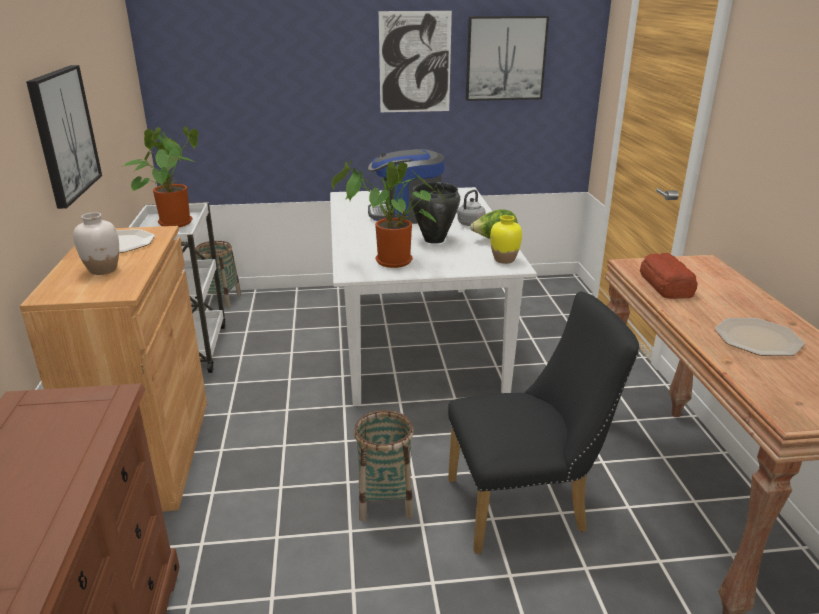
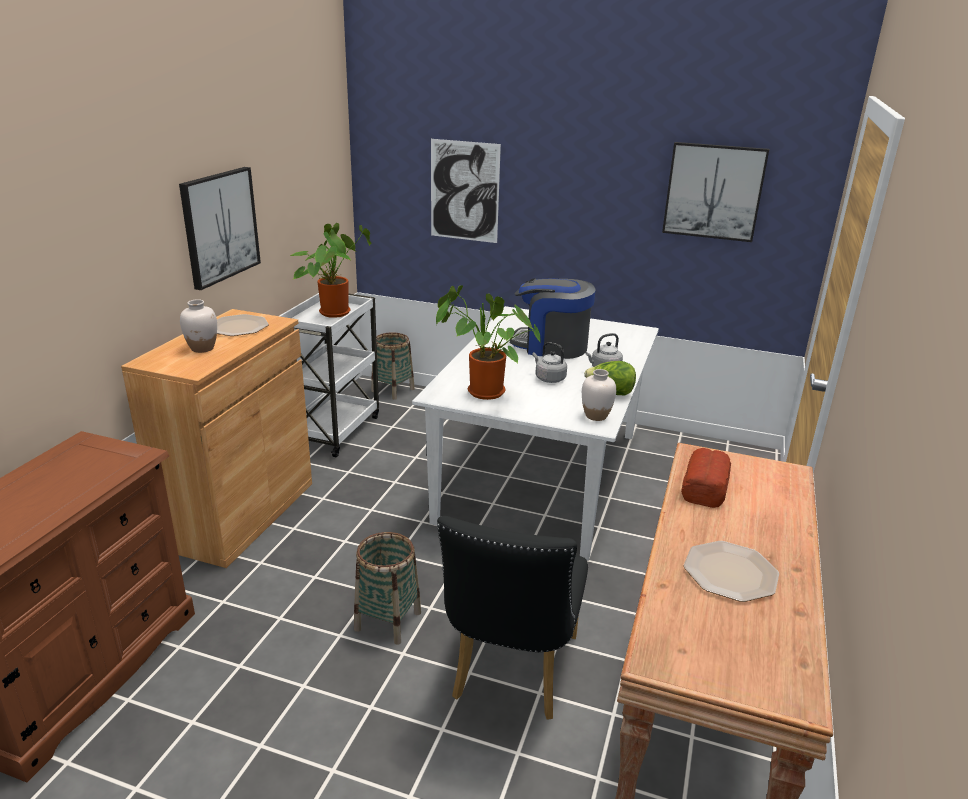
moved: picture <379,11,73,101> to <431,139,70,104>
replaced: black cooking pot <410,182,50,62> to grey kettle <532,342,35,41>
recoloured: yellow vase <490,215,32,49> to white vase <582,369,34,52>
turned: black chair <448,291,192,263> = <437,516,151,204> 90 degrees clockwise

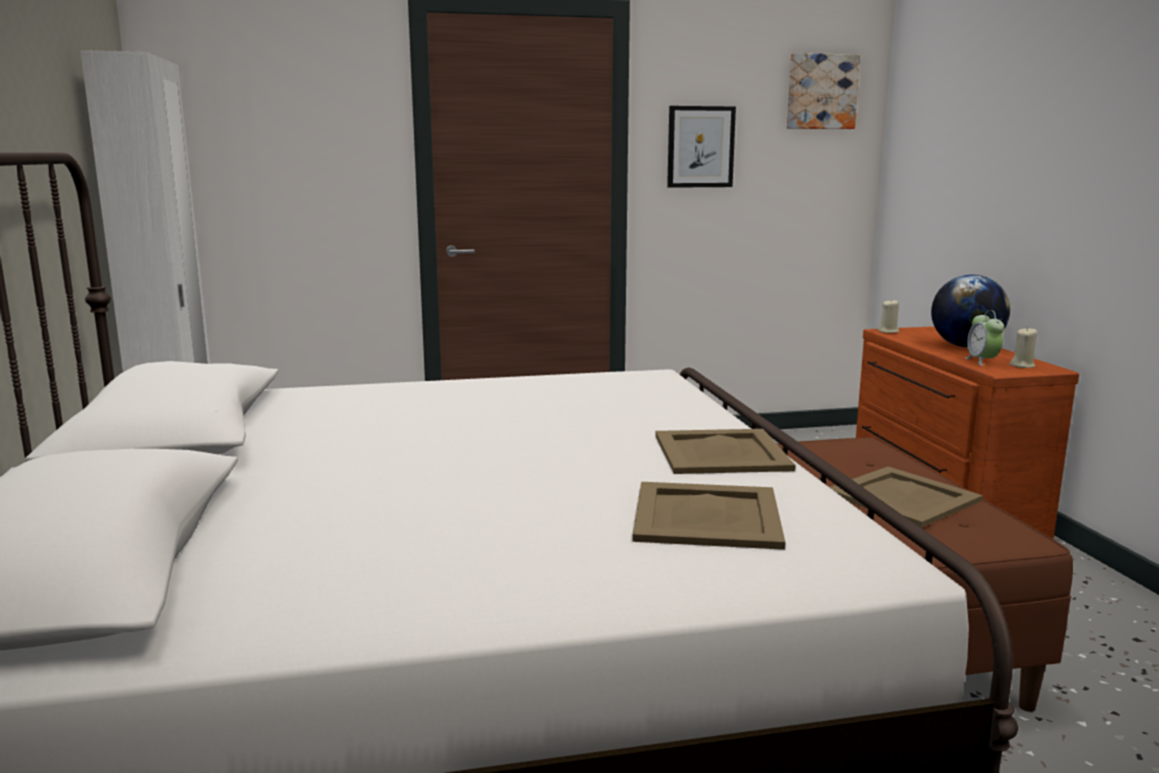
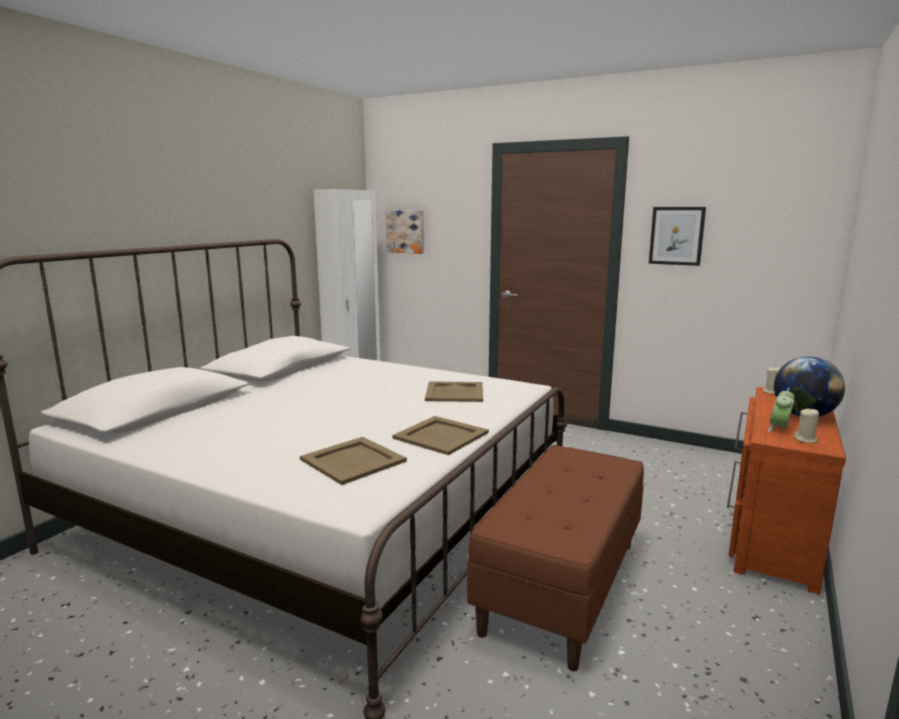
moved: picture <787,53,74,76> to <386,210,38,44>; beige tray <830,467,153,61> to <425,381,58,21>

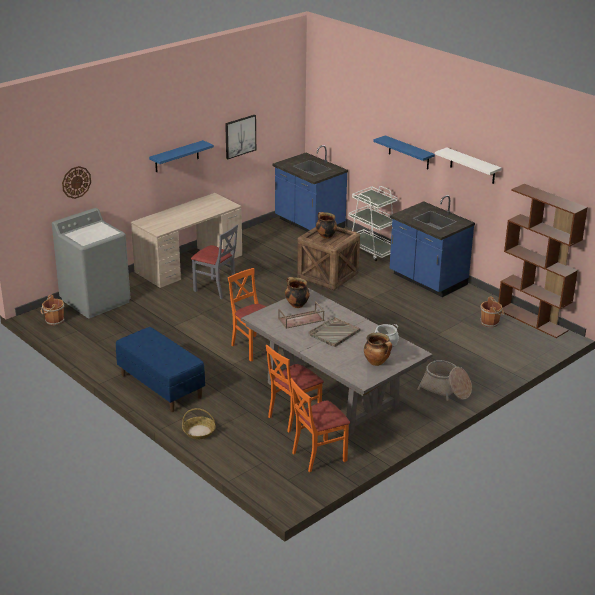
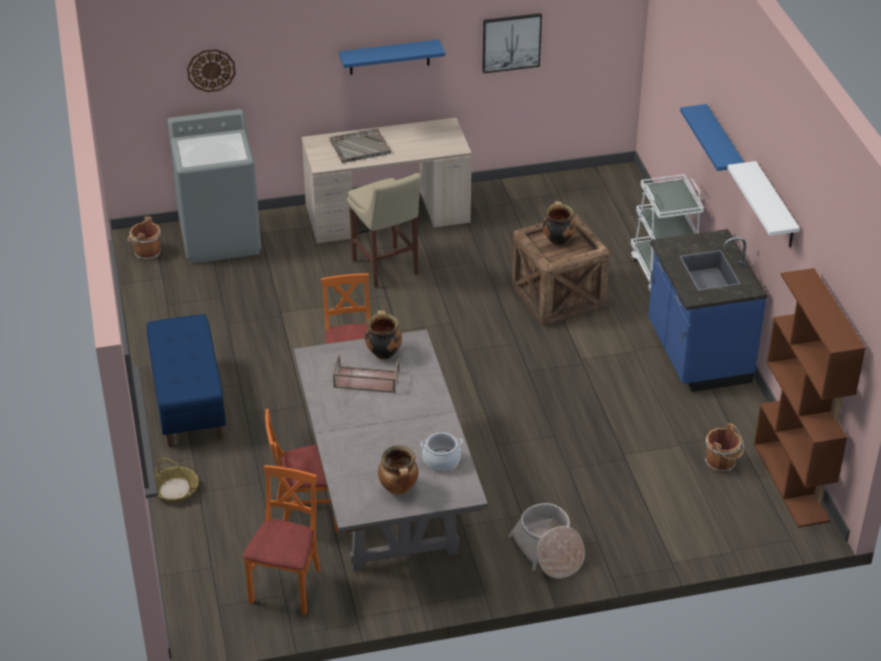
removed: blue counter <272,145,76,87>
moved: grey tray <308,317,52,30> to <329,128,62,35>
replaced: grey chair <191,224,47,75> to beige stool <347,173,74,115>
turned: orange chair <290,378,60,94> = <242,465,78,150> 105 degrees clockwise

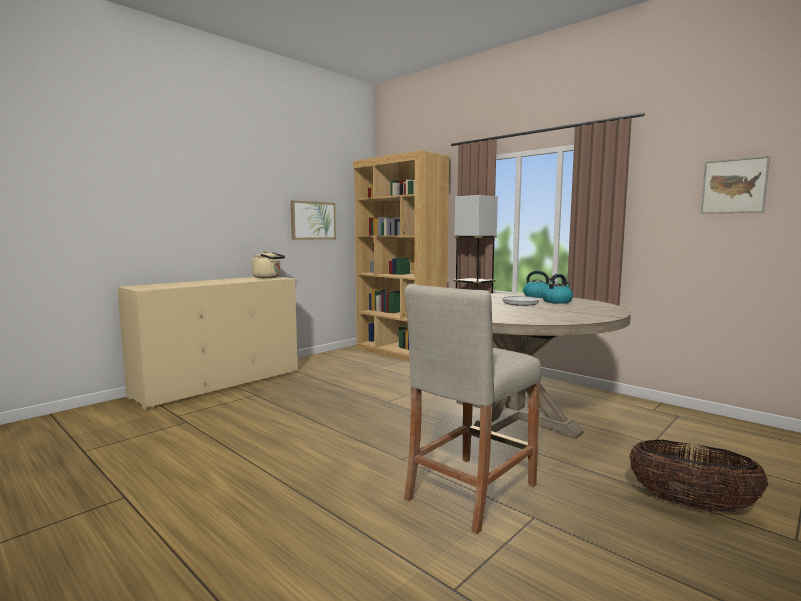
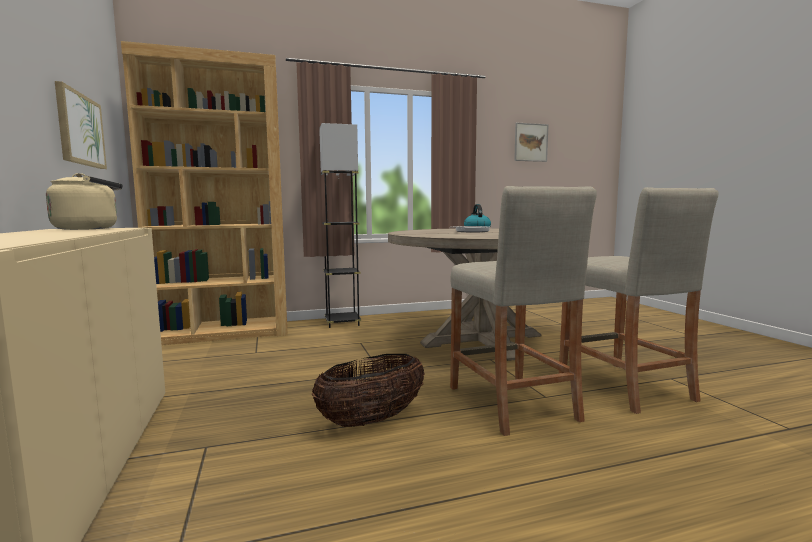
removed: kettle <523,271,33,27>
added: beige stool <450,186,147,250>
moved: basket <629,440,139,72> to <312,354,113,73>

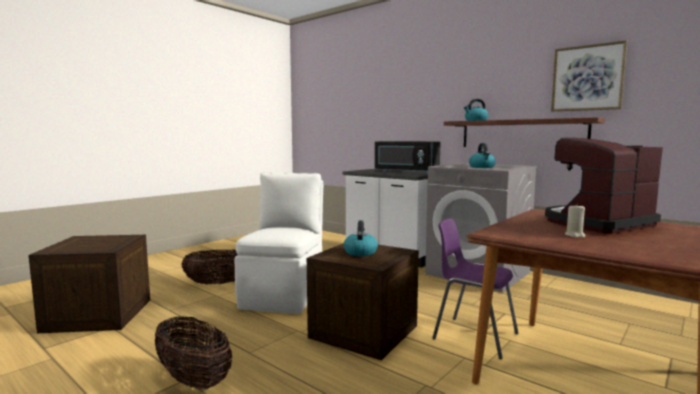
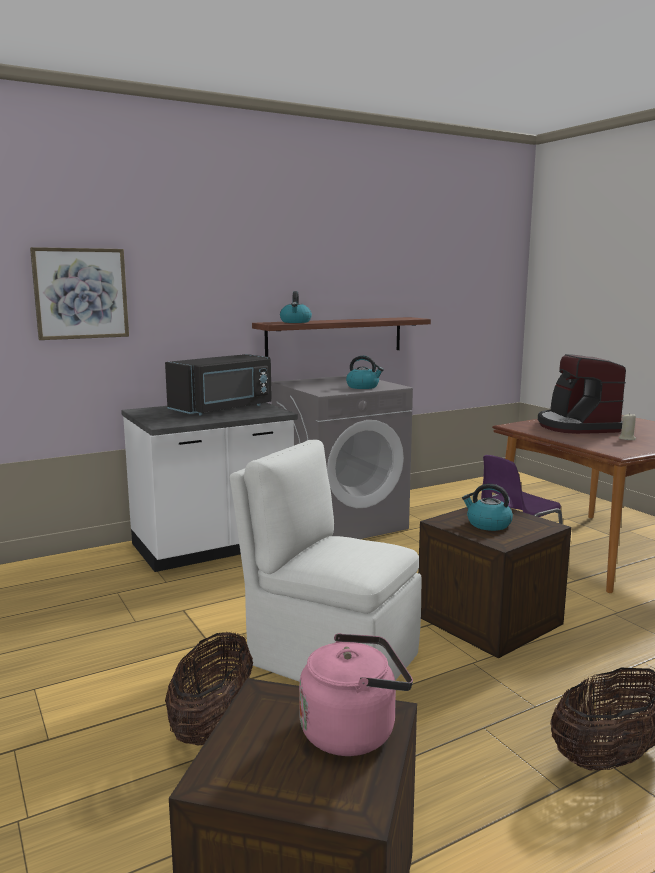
added: pink kettle <299,633,114,123>
moved: picture <551,40,76,72> to <30,247,99,93>

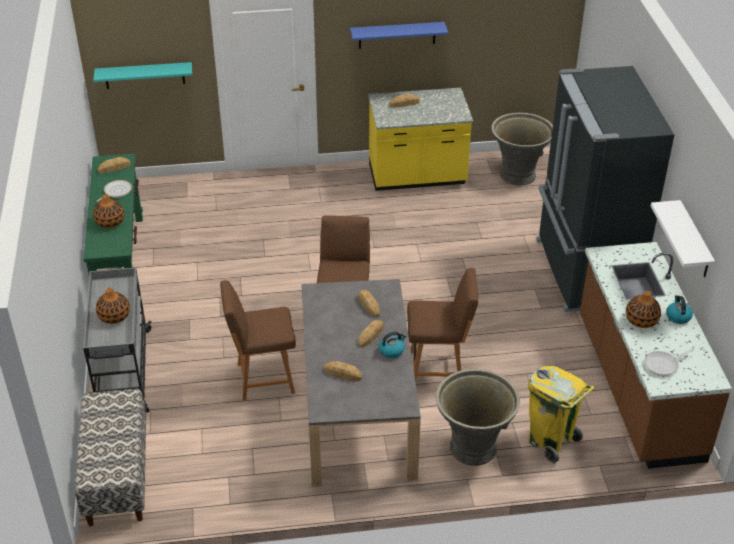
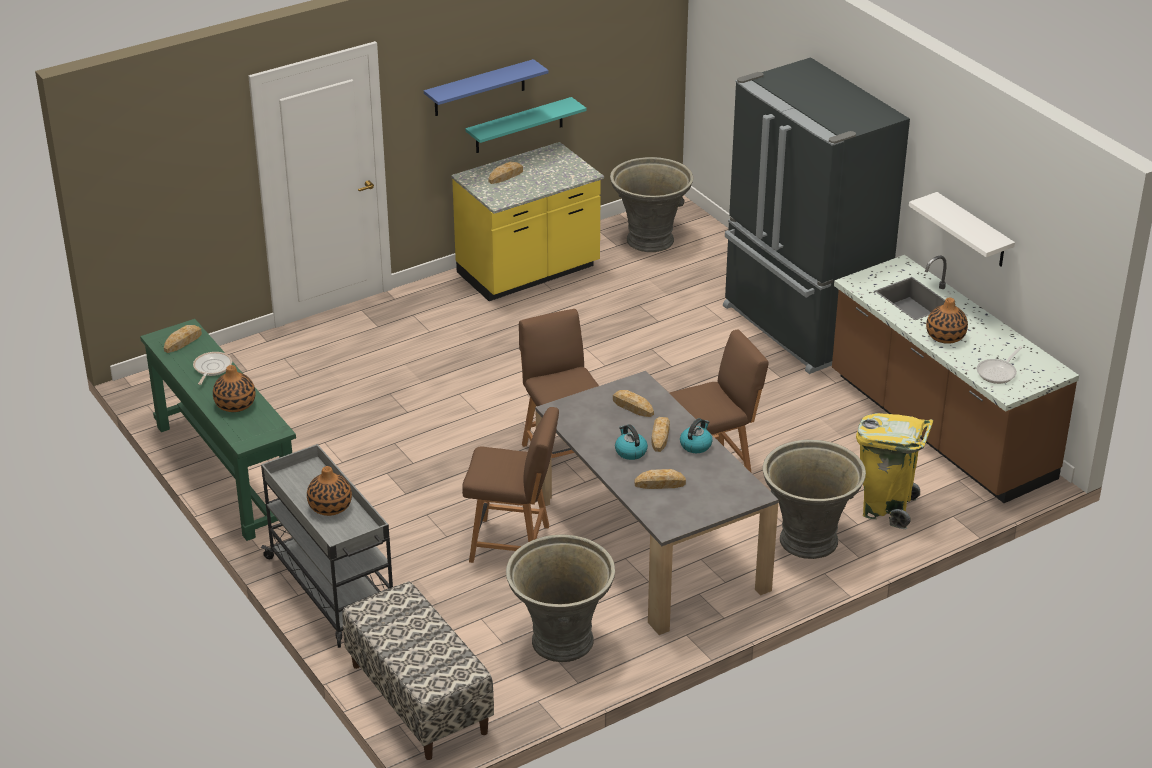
added: grey planter <506,534,109,128>
moved: turquoise shelf <93,62,99,27> to <465,97,122,56>; kettle <666,295,27,29> to <615,424,33,36>
turned: brown chair <220,280,76,120> = <462,407,97,156> 135 degrees counterclockwise

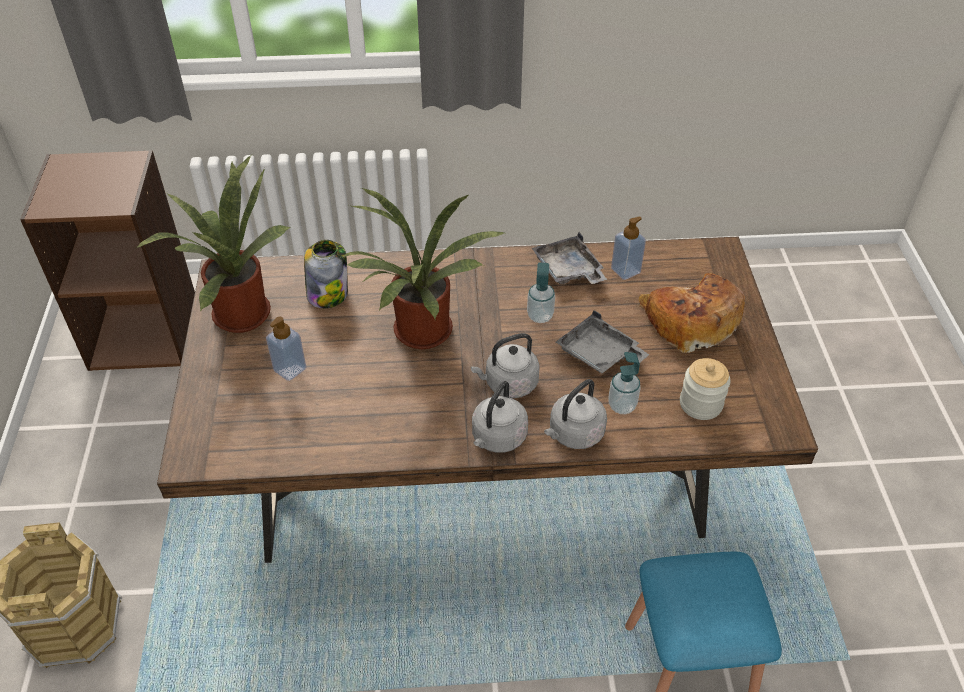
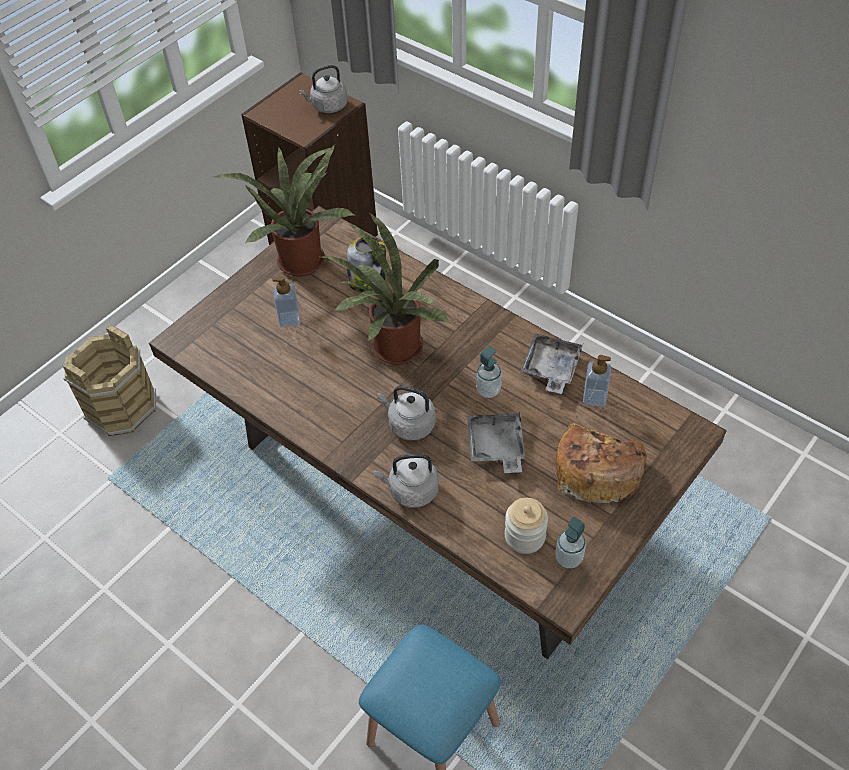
moved: grey kettle <472,381,56,72> to <299,65,49,48>; soap dispenser <608,352,33,62> to <555,517,31,51>

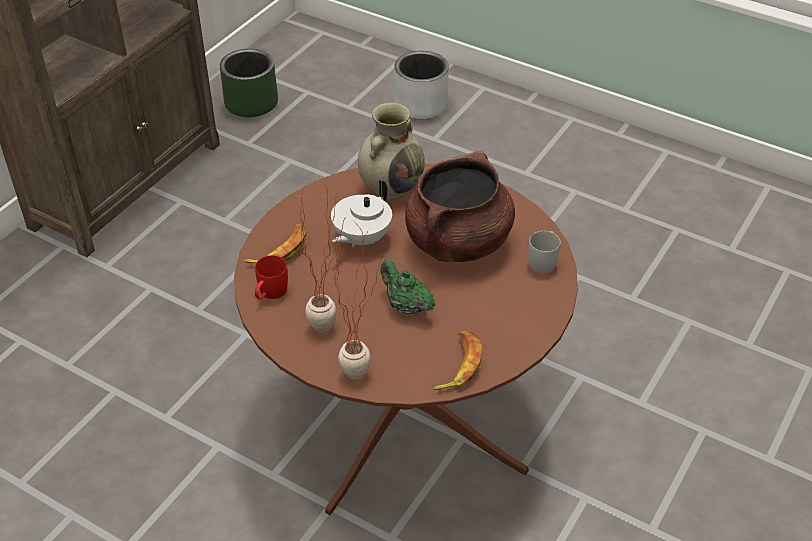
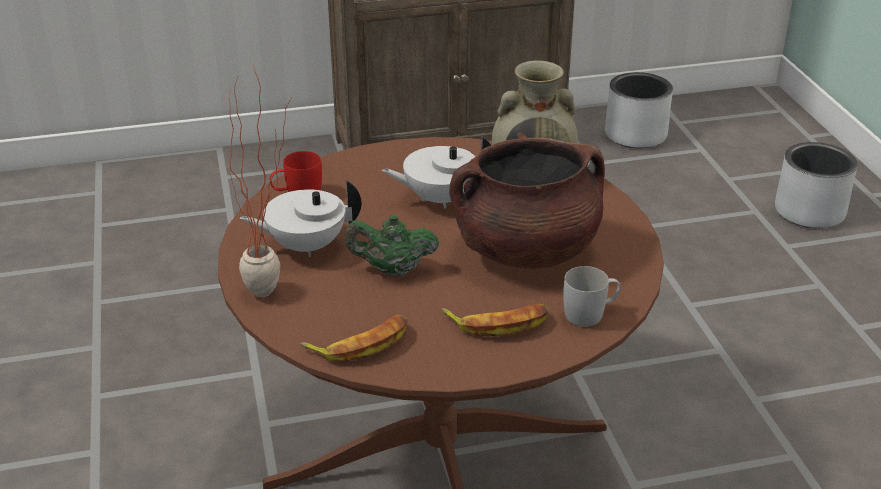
moved: banana <244,224,62,39> to <441,304,107,32>
replaced: potted plant <297,176,49,157> to white teapot <240,180,121,77>
recoloured: green planter <220,49,58,68> to grey planter <605,72,68,77>
turned: green teapot <380,259,55,56> = <344,215,95,61> 90 degrees counterclockwise

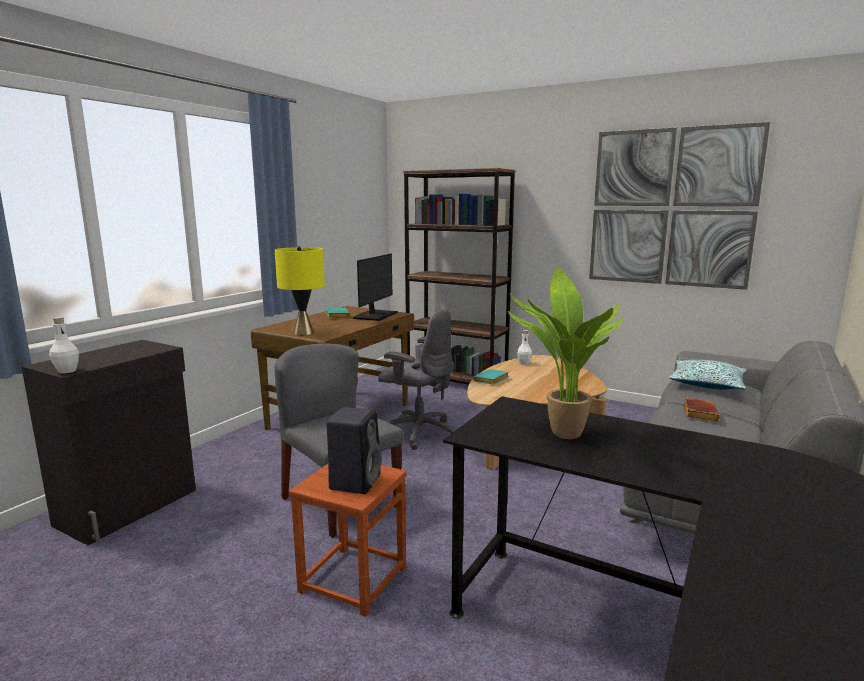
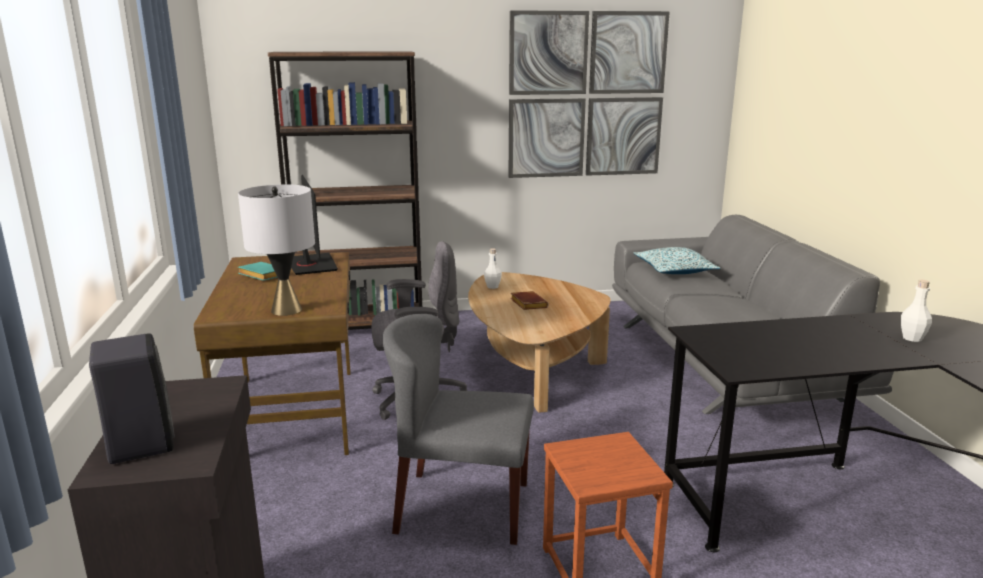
removed: turquoise book <473,369,36,16>; potted plant <508,266,116,173>
moved: white bottle <49,317,30,57> to <901,280,31,62>; black speaker <326,407,55,87> to <89,333,86,131>; brown book <683,397,37,24> to <510,291,39,19>
recoloured: yellow table lamp <275,246,50,89> to grey table lamp <238,184,77,132>

